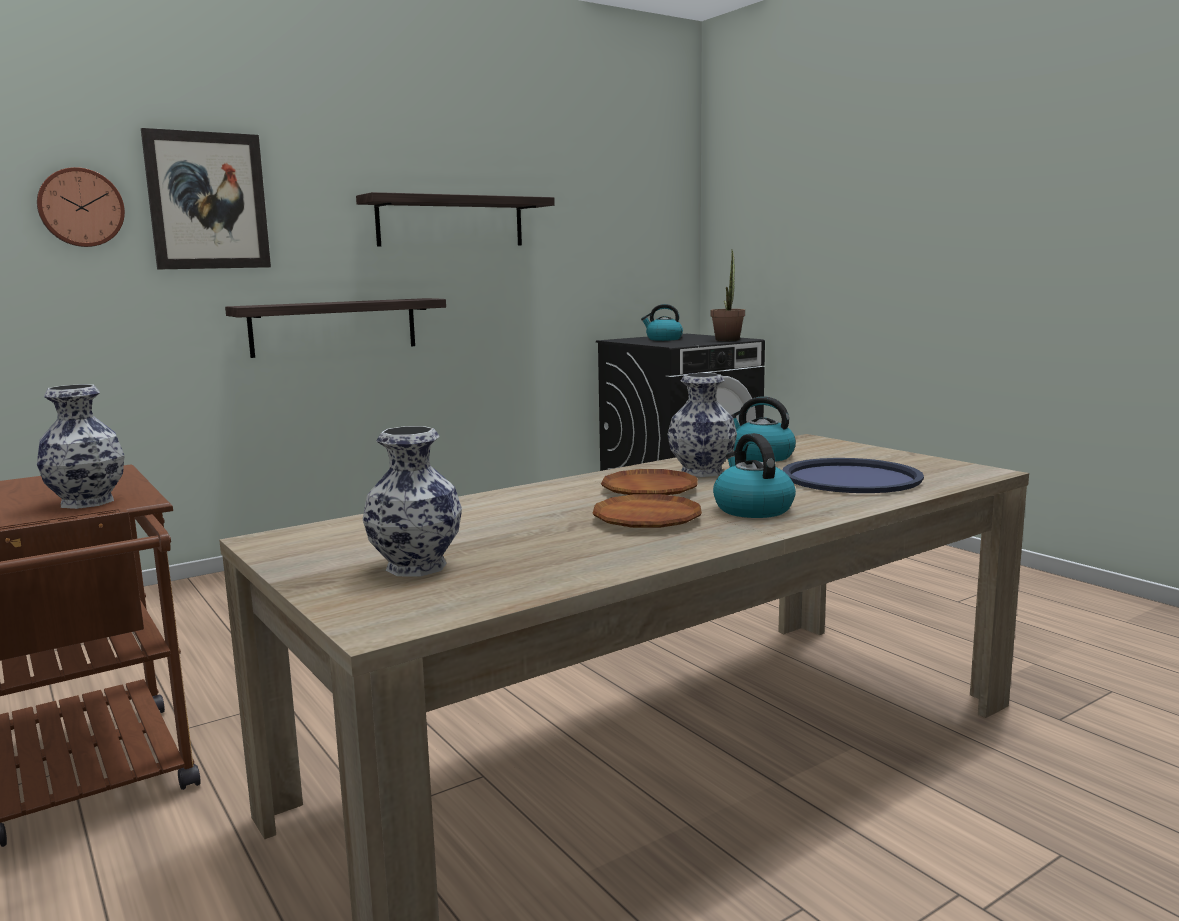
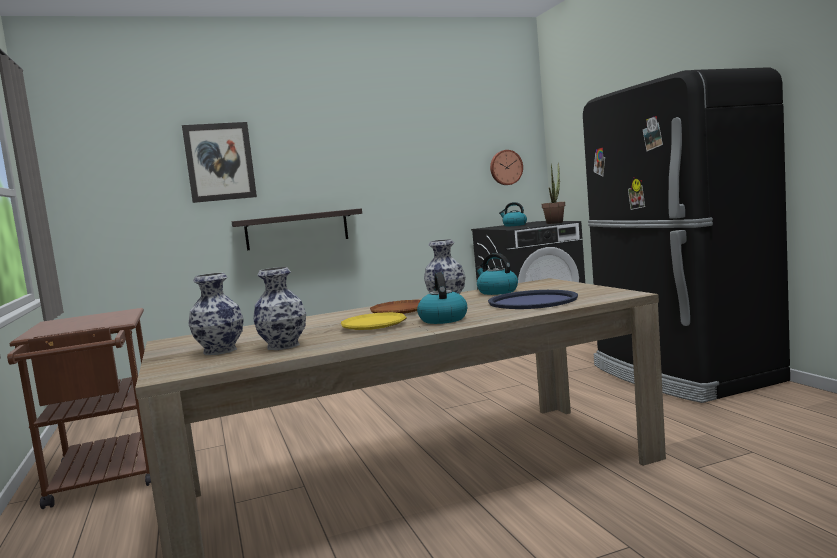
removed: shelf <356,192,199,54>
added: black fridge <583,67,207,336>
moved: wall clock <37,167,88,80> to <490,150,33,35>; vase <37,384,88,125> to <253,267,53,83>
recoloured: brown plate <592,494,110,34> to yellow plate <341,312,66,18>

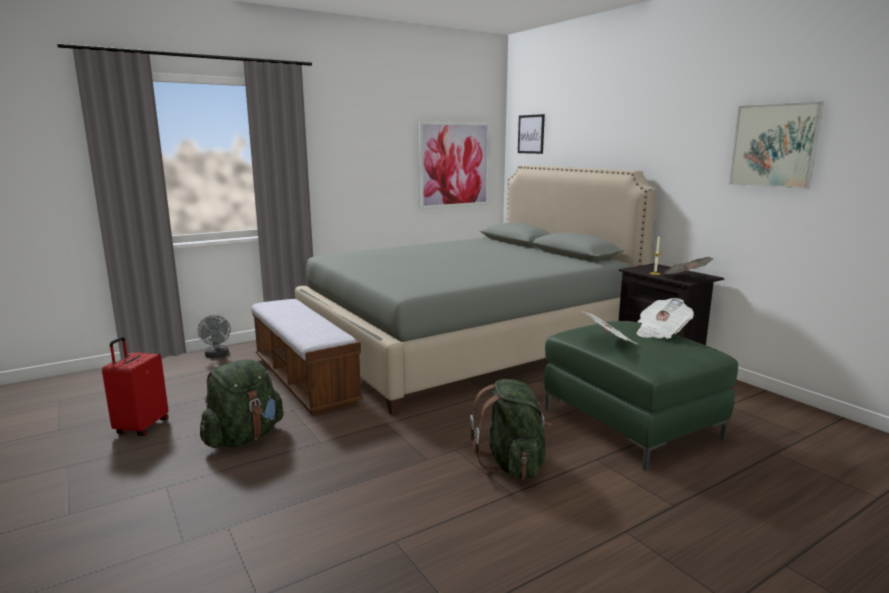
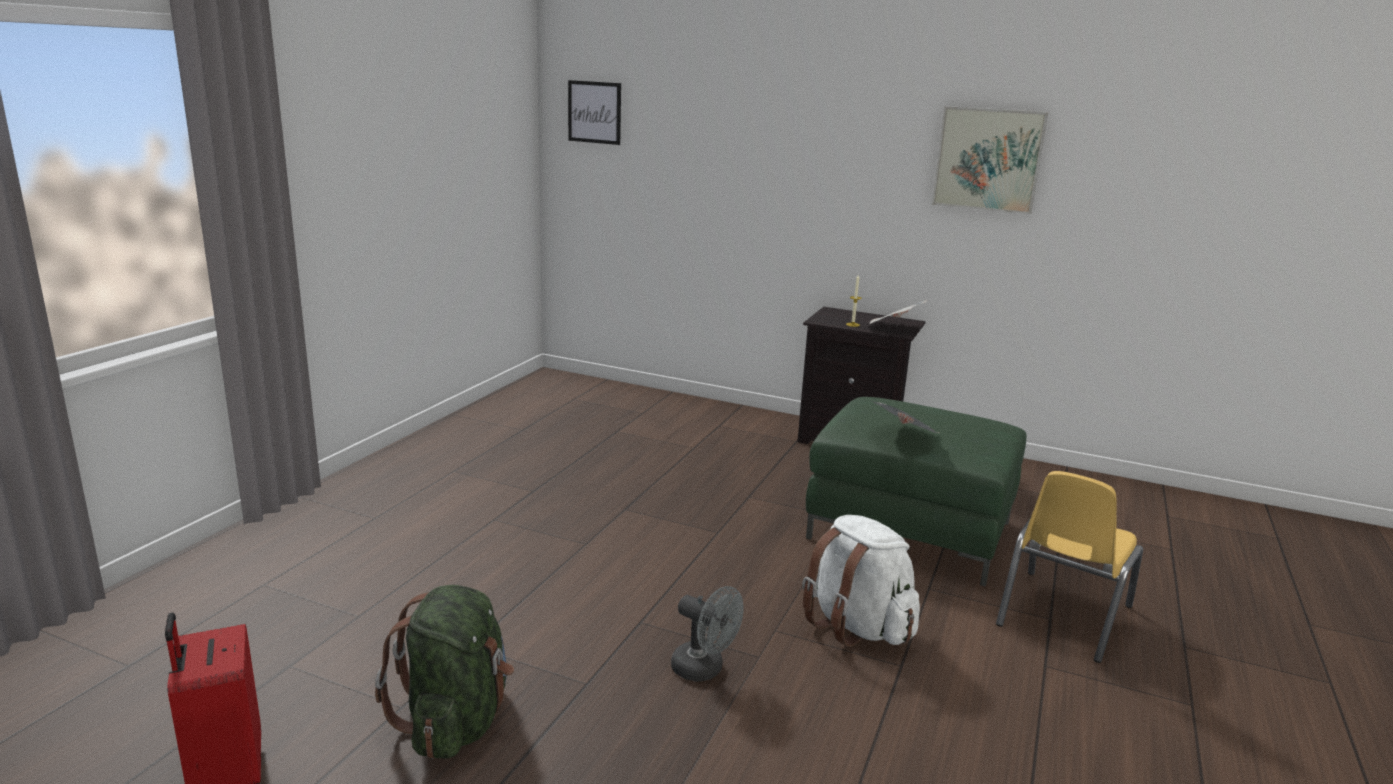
removed: bench <251,299,112,117>; grey bed <295,165,362,250>; picture <419,121,71,88>; newspaper <637,298,57,41>
added: yellow chair <996,471,147,192>
moved: grey fan <198,315,33,43> to <671,586,73,96>
recoloured: green backpack <470,379,81,100> to white backpack <802,515,118,132>

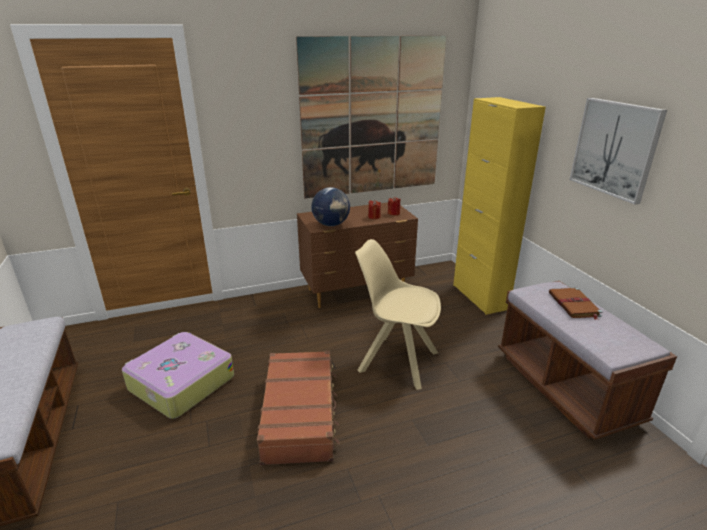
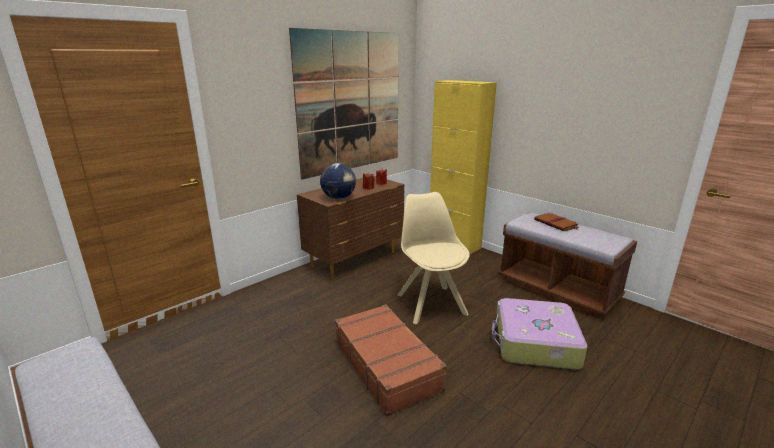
removed: picture <570,98,97,106>
moved: suitcase <122,332,112,87> to <491,298,96,71>
turned: beige chair <355,239,86,151> = <398,192,72,133> 75 degrees clockwise

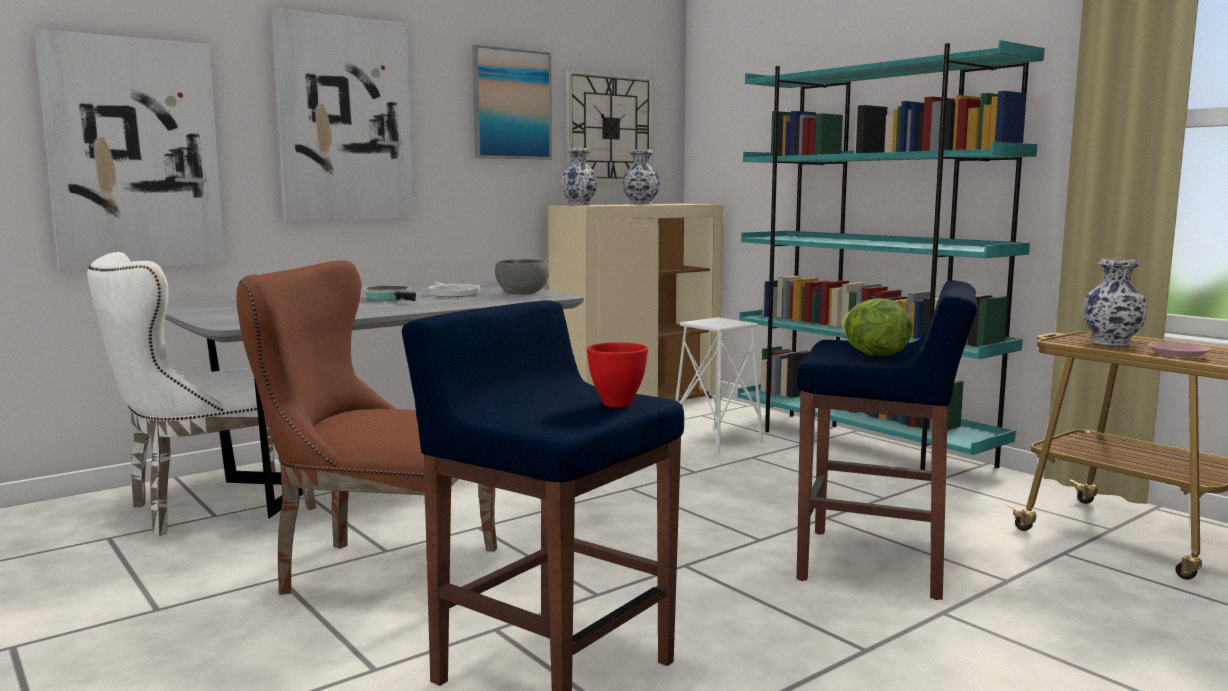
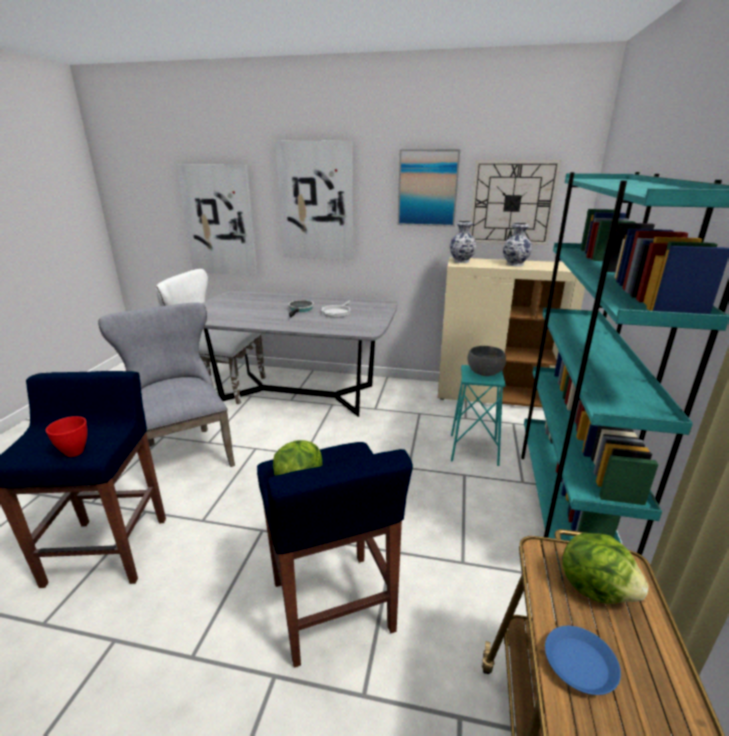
moved: grey bowl <495,259,54,36> to <468,346,38,30>
replaced: vase <1082,258,66,88> to lettuce <562,533,87,71>
recoloured: brown chair <237,260,260,335> to grey chair <98,302,137,165>; white stool <675,317,88,137> to turquoise stool <451,365,55,101>; pink plate <1148,342,63,15> to blue plate <545,626,76,69>

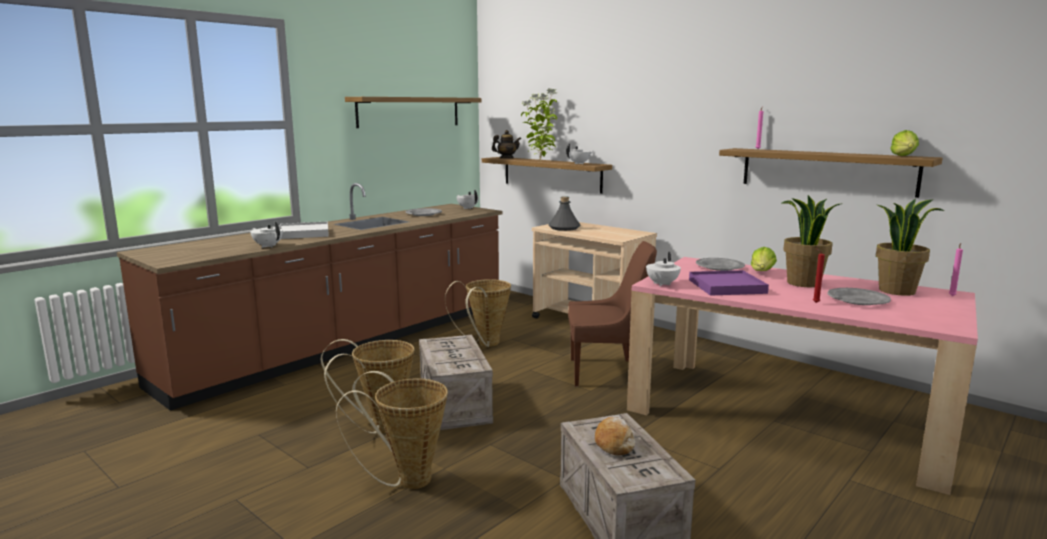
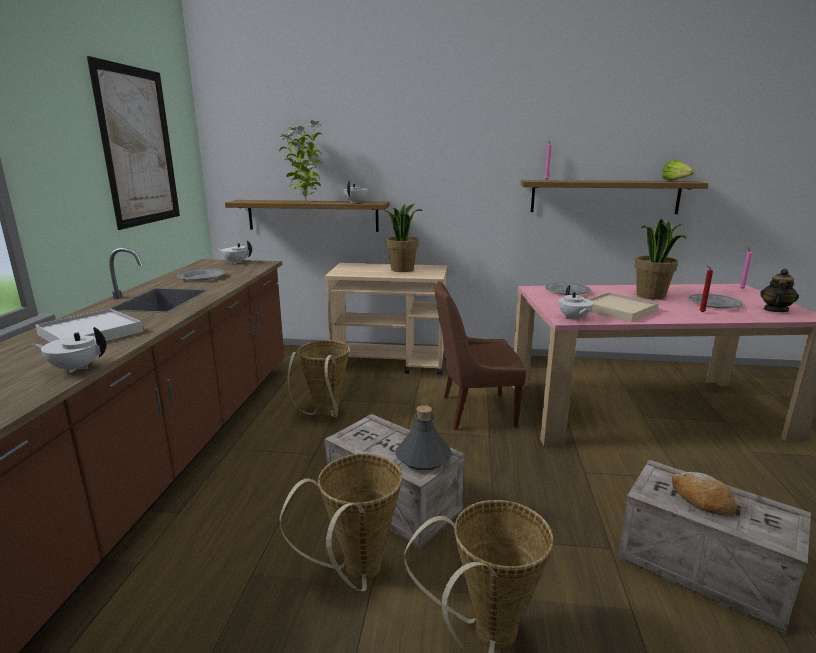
removed: lettuce <751,247,26,24>
moved: teapot <492,130,29,28> to <760,269,39,43>; grey bottle <548,197,32,34> to <396,405,56,65>; potted plant <876,199,68,97> to <383,204,40,68>
replaced: shelf <345,97,136,31> to picture <87,56,93,174>
recoloured: purple tray <689,270,80,26> to beige tray <588,292,71,30>
turned: brown chair <568,241,89,146> = <435,281,91,149> 150 degrees counterclockwise

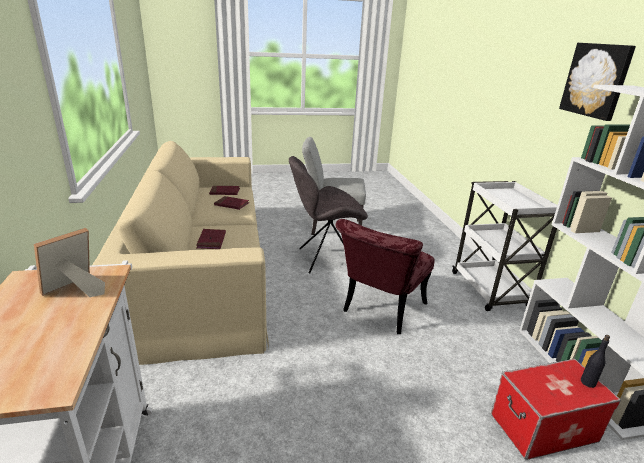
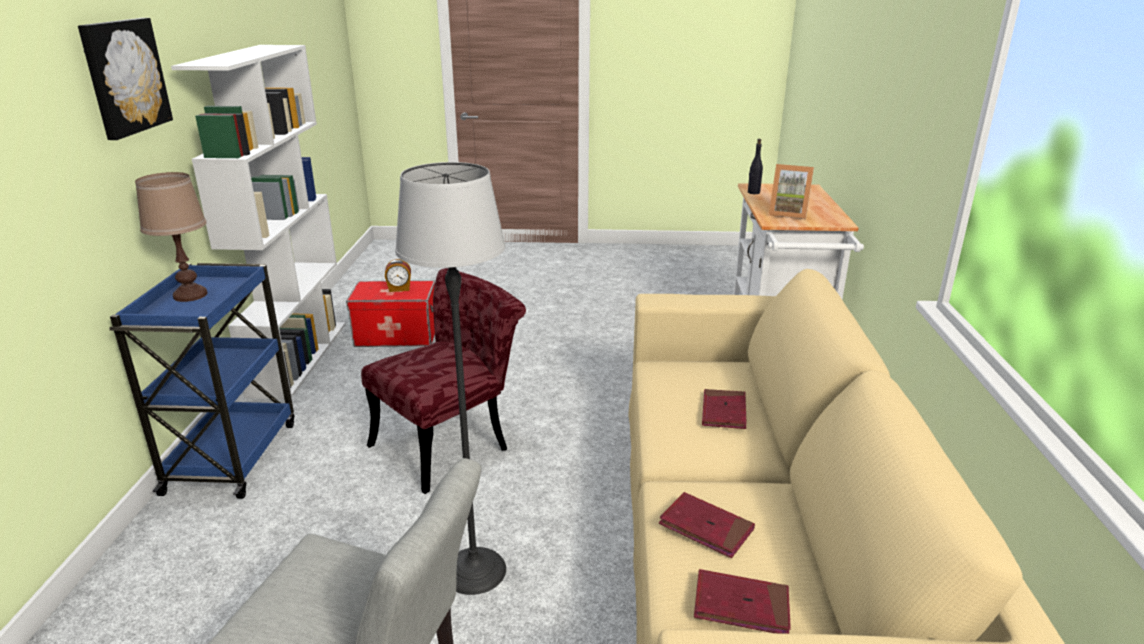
added: brown table lamp <135,172,73,130>; alarm clock <385,259,26,33>
moved: black bottle <581,335,29,53> to <748,139,15,55>
replaced: grey chair <289,156,79,118> to floor lamp <395,162,111,433>
recoloured: white cart <452,181,105,130> to blue cart <109,263,185,236>
turned: picture frame <34,228,71,69> = <769,164,45,55> 60 degrees clockwise

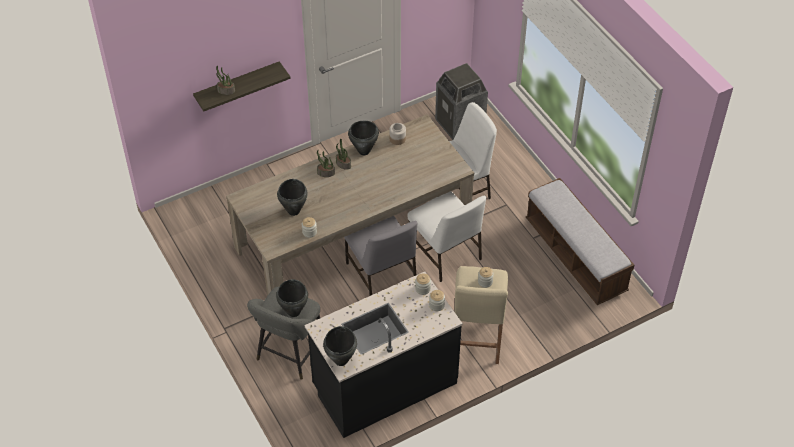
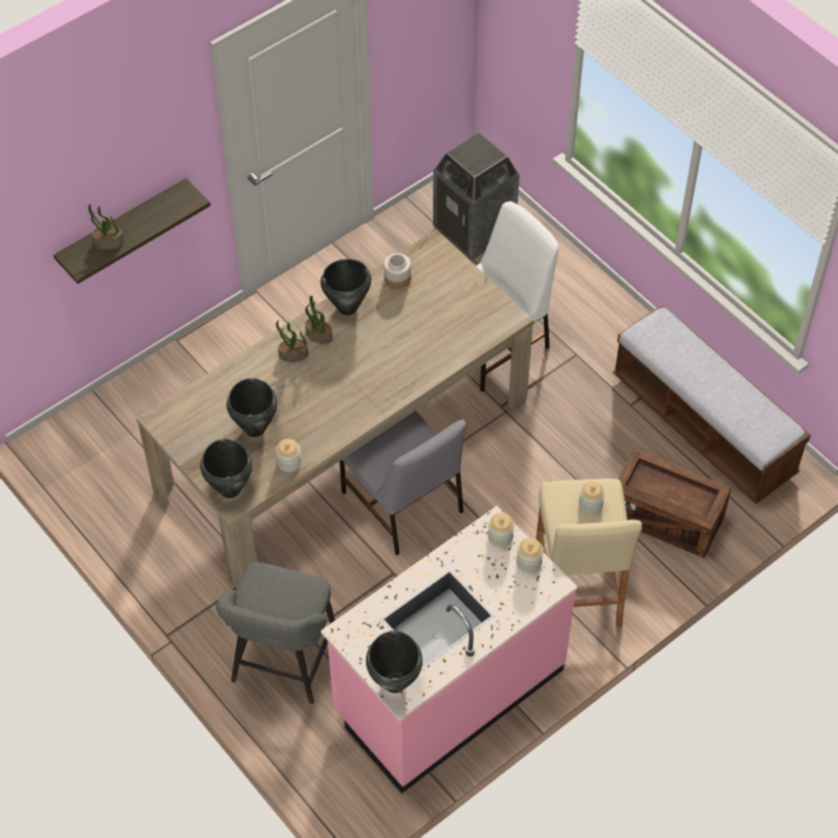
removed: white chair <407,191,79,91>
added: crate <618,449,114,109>
moved: black cooking pot <276,279,32,38> to <200,439,52,59>
recoloured: black counter <305,272,158,166> to pink counter <321,506,257,287>

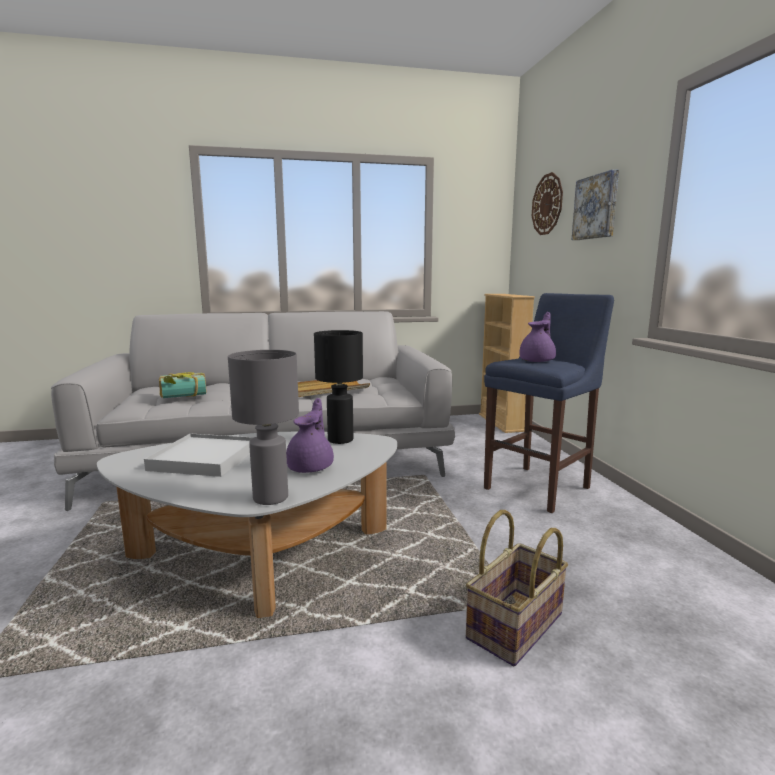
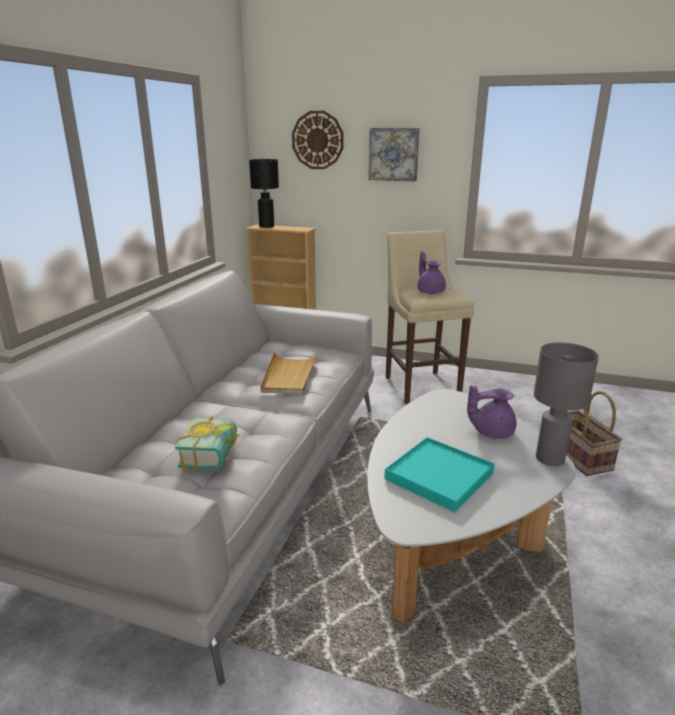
moved: black table lamp <314,330,49,114> to <249,159,30,69>
recoloured: white tray <144,433,110,44> to turquoise tray <384,437,111,75>; blue stool <484,293,130,220> to beige stool <386,230,88,174>
turned: purple teapot <286,398,48,75> = <467,385,49,54> 45 degrees counterclockwise

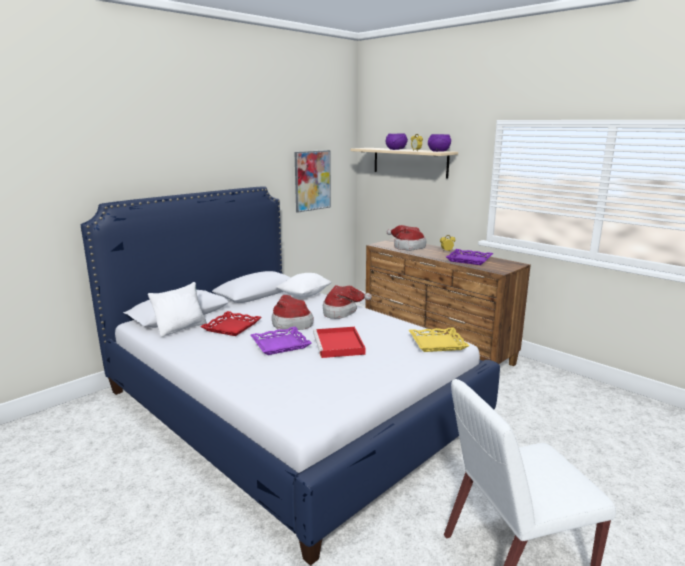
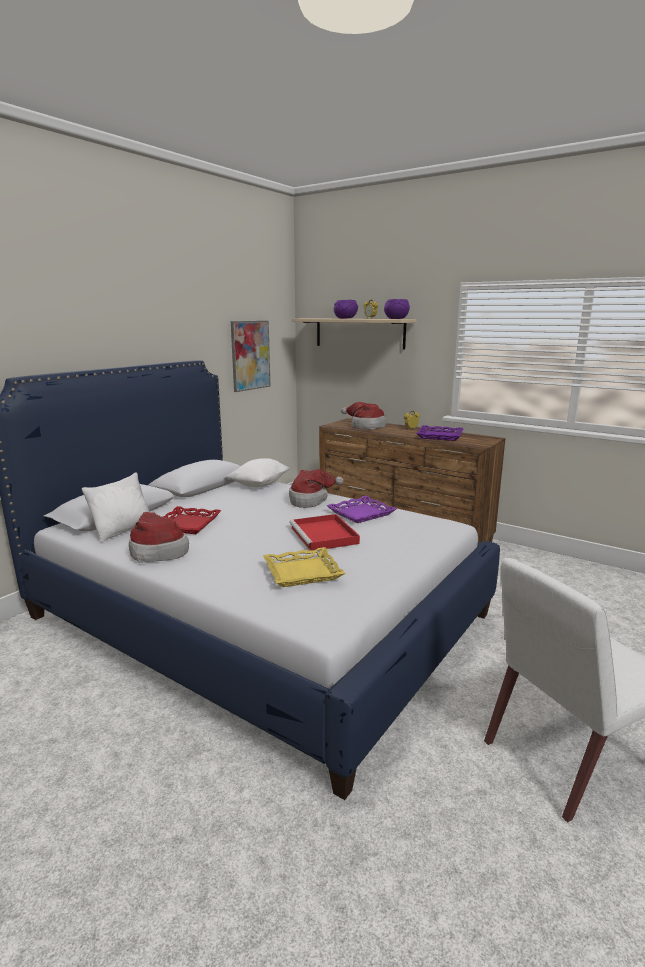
moved: purple tray <251,327,60,28> to <327,496,70,27>; hat <272,295,42,35> to <129,512,60,51>; yellow tray <409,327,60,25> to <263,547,83,40>

